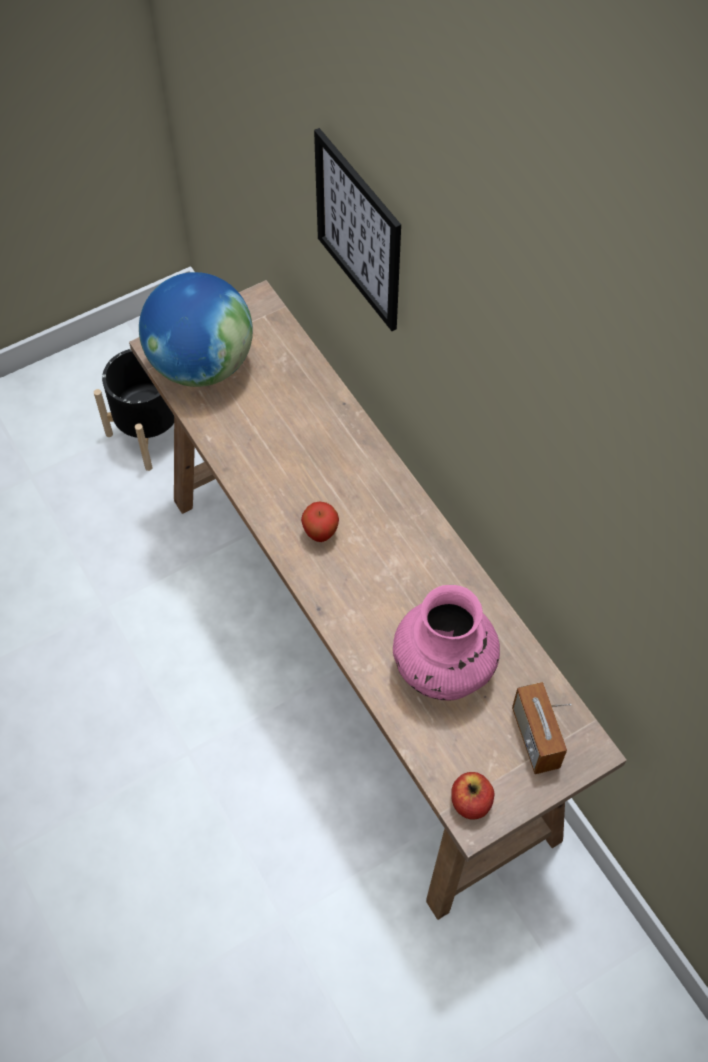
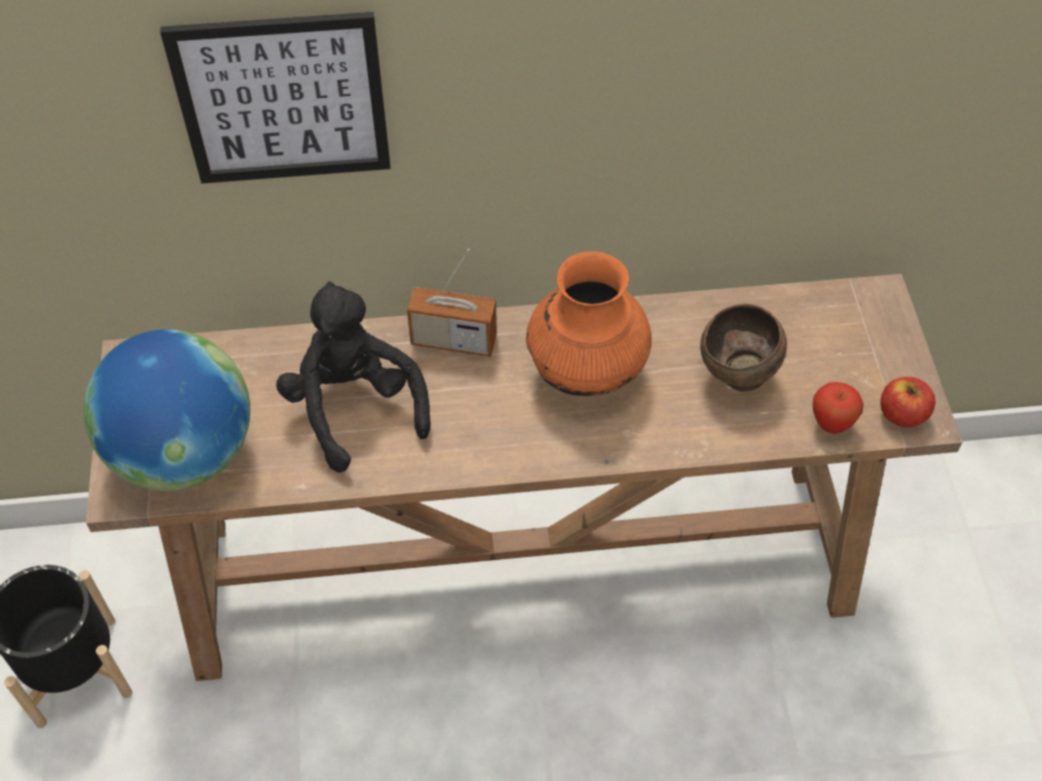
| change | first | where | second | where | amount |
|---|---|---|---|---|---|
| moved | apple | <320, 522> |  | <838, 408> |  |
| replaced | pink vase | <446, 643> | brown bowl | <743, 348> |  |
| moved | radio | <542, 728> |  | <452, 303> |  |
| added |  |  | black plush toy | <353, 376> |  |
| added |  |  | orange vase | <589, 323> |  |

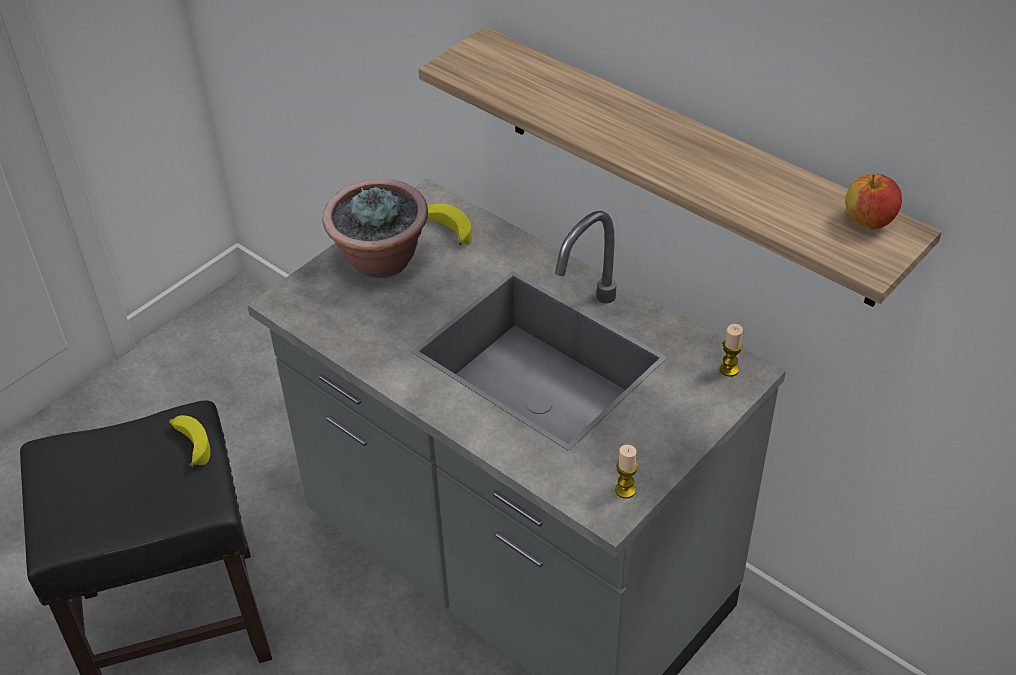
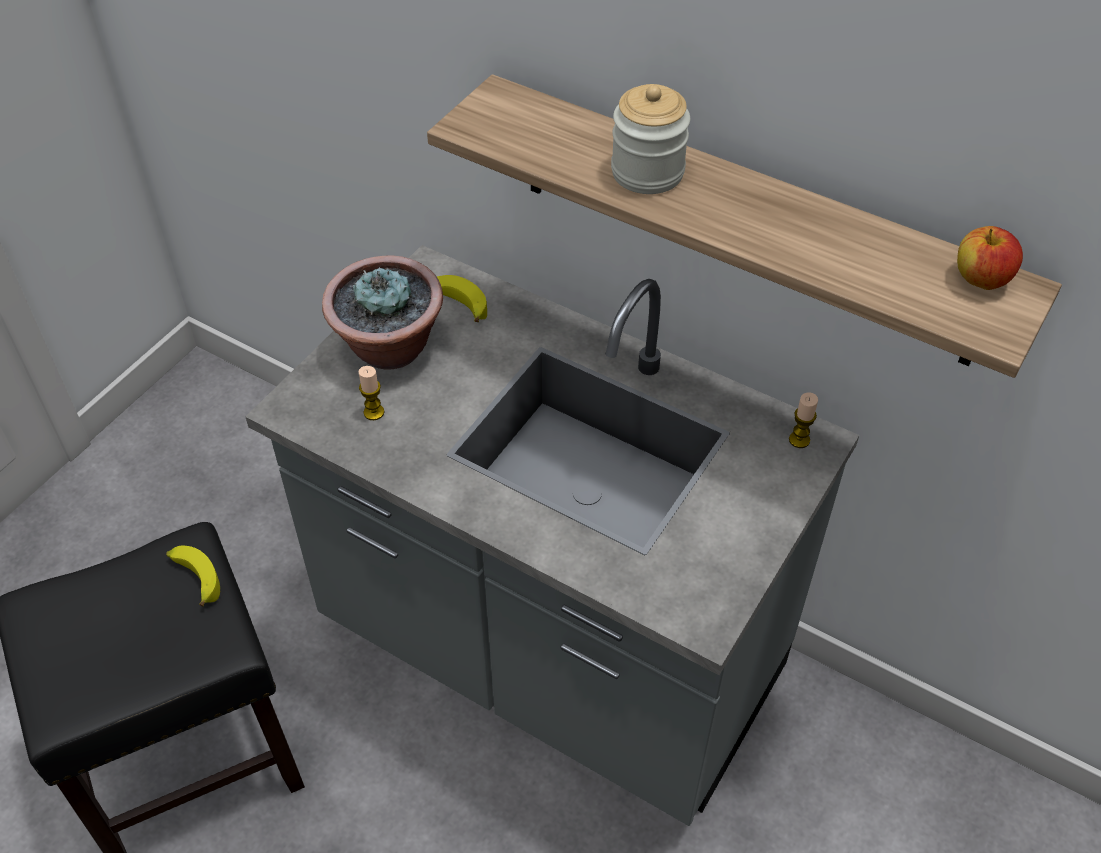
| change | first | where | second | where | amount |
|---|---|---|---|---|---|
| moved | candle | <626, 472> |  | <371, 393> |  |
| added |  |  | jar | <650, 139> |  |

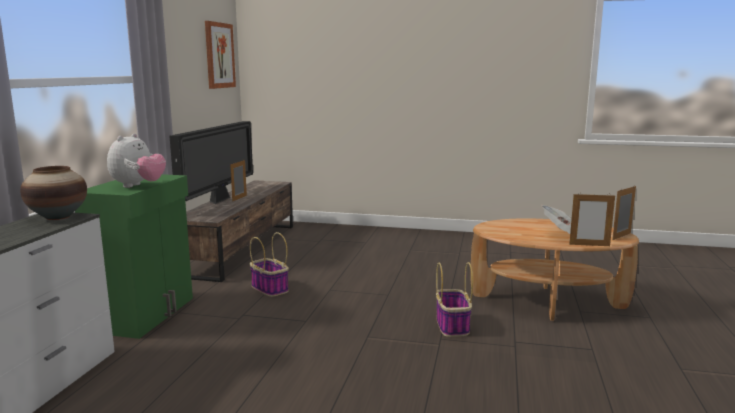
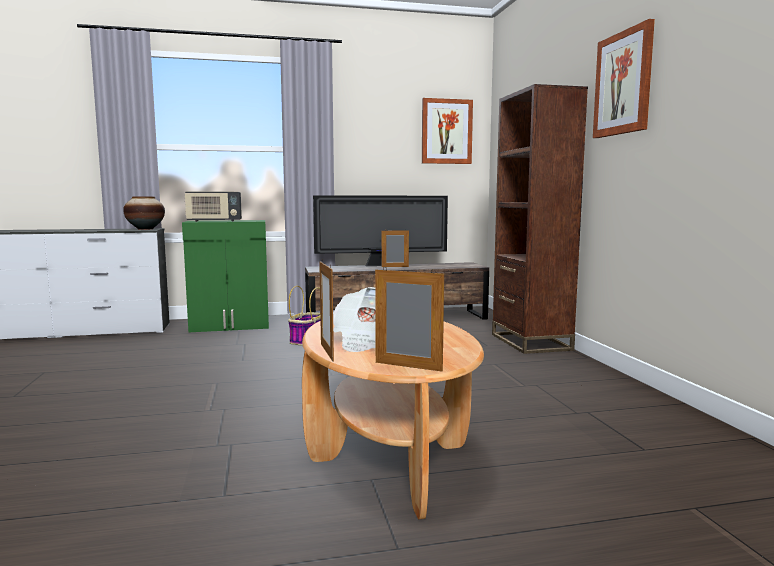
| change | first | where | second | where | amount |
|---|---|---|---|---|---|
| replaced | plush toy | <136, 160> | radio | <213, 207> |  |
| removed | basket | <454, 299> |  |  |  |
| added |  |  | brown bookcase | <540, 219> |  |
| added |  |  | picture | <624, 78> |  |

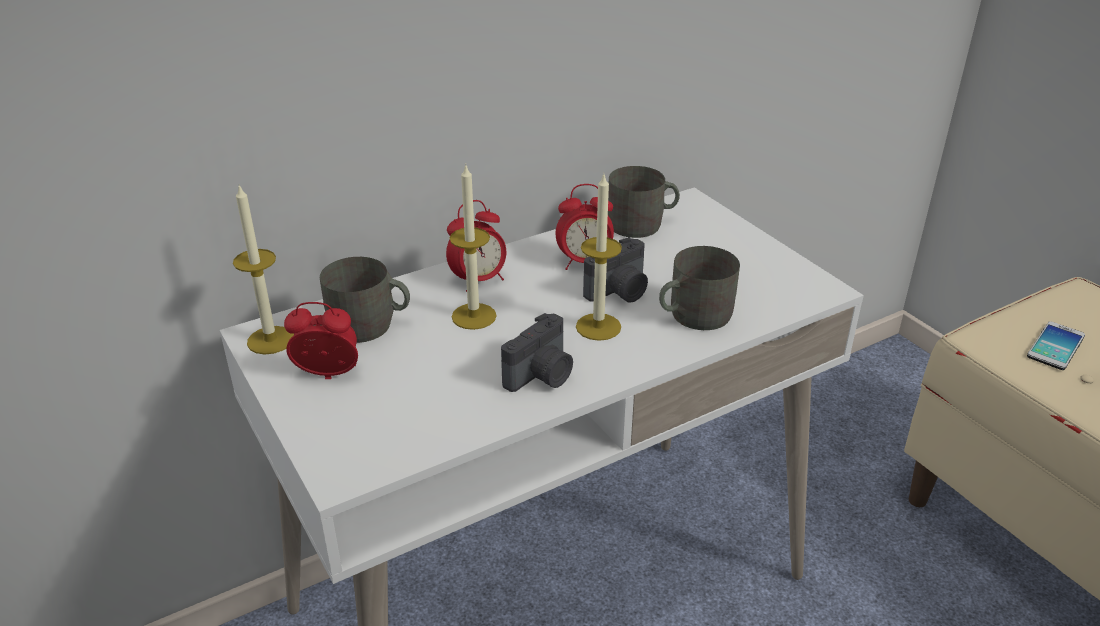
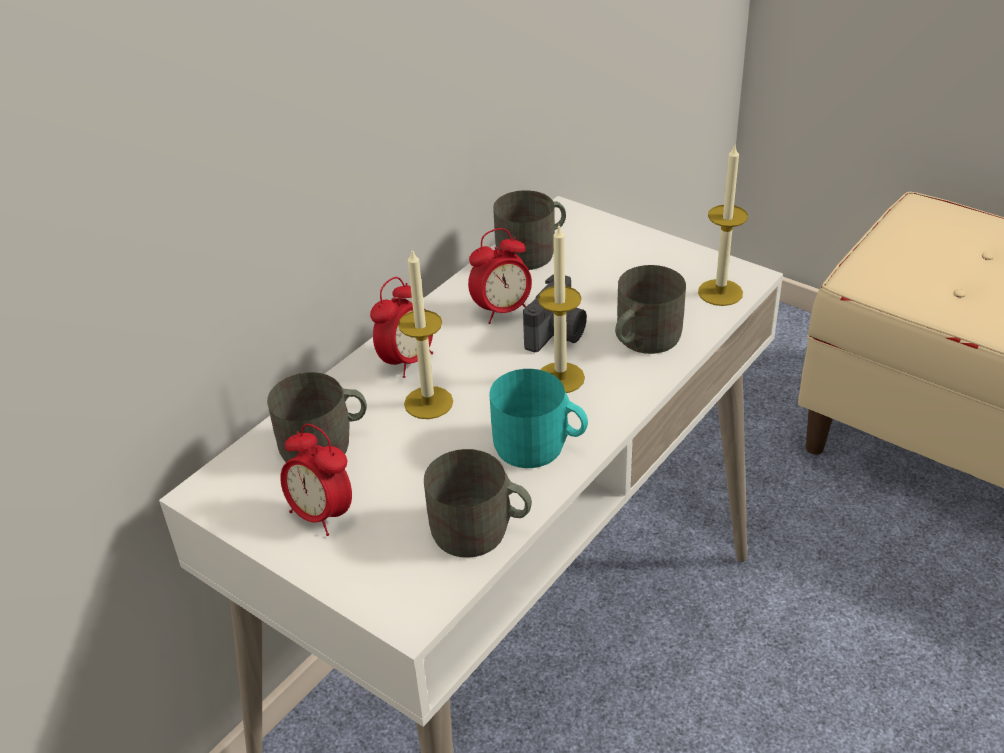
| change | first | where | second | where | amount |
|---|---|---|---|---|---|
| moved | candle | <263, 269> |  | <723, 225> |  |
| turned | alarm clock | <321, 340> |  | <316, 480> | 120 degrees counterclockwise |
| replaced | photo camera | <537, 352> | turquoise mug | <538, 418> |  |
| removed | phone | <1056, 345> |  |  |  |
| added |  |  | grey mug | <478, 503> |  |

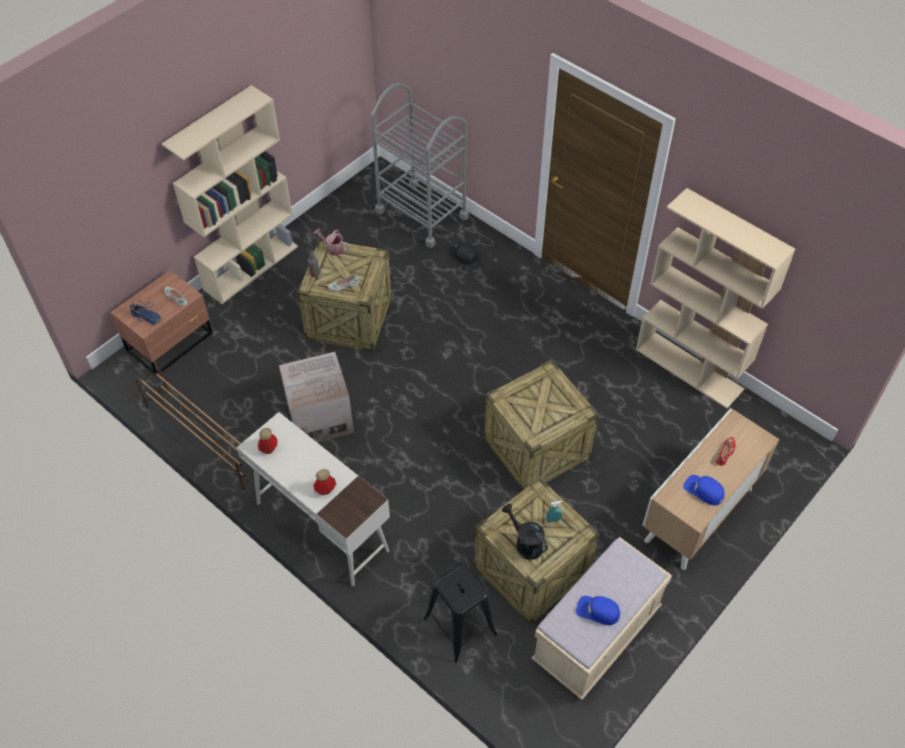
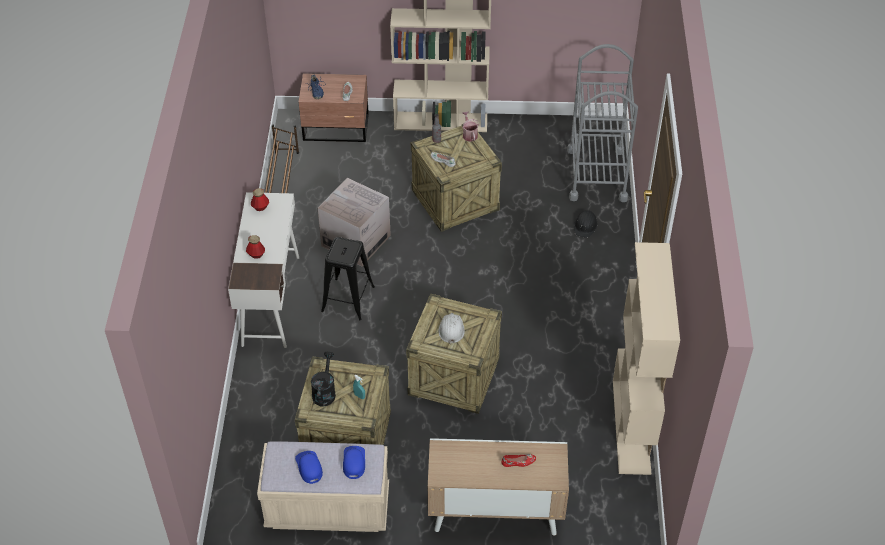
| change | first | where | second | where | amount |
|---|---|---|---|---|---|
| moved | black stool | <460, 613> |  | <348, 278> |  |
| moved | blue cap | <703, 490> |  | <354, 462> |  |
| added |  |  | white hard hat | <452, 329> |  |

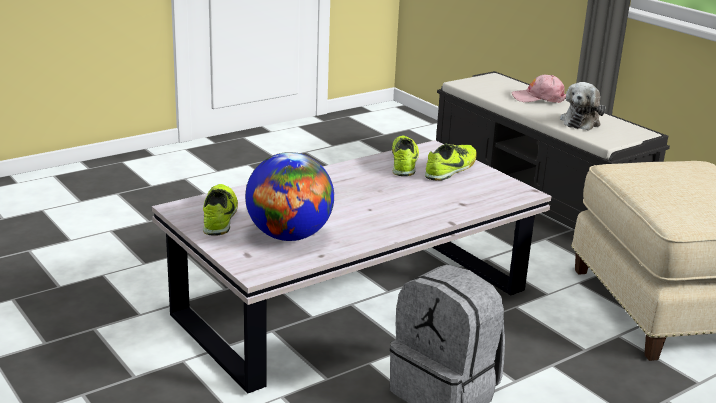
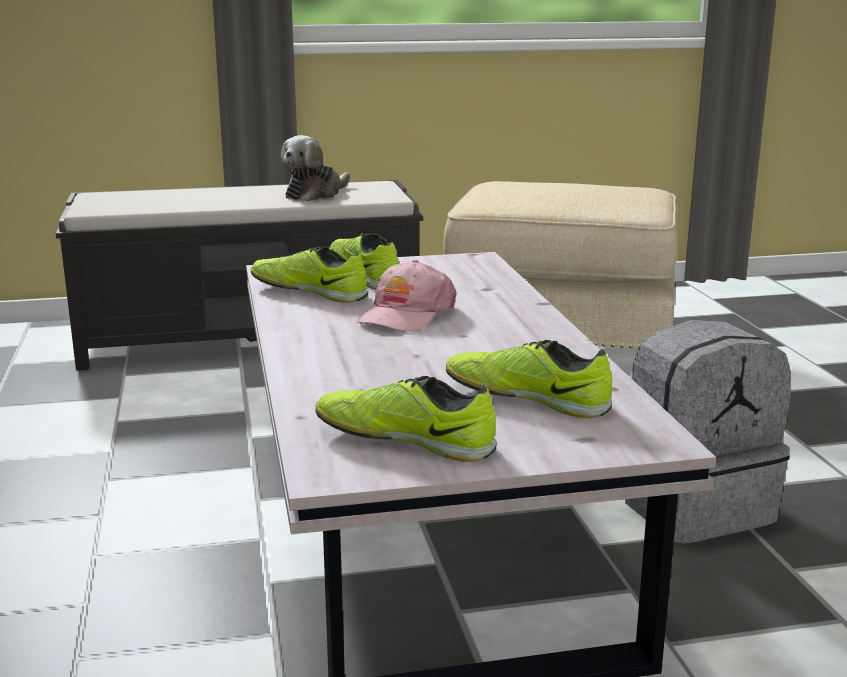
| change | first | where | second | where | amount |
|---|---|---|---|---|---|
| replaced | globe | <289, 196> | shoe | <529, 379> |  |
| moved | pink cap | <539, 89> |  | <407, 296> |  |
| turned | plush toy | <583, 106> |  | <315, 168> | 75 degrees clockwise |

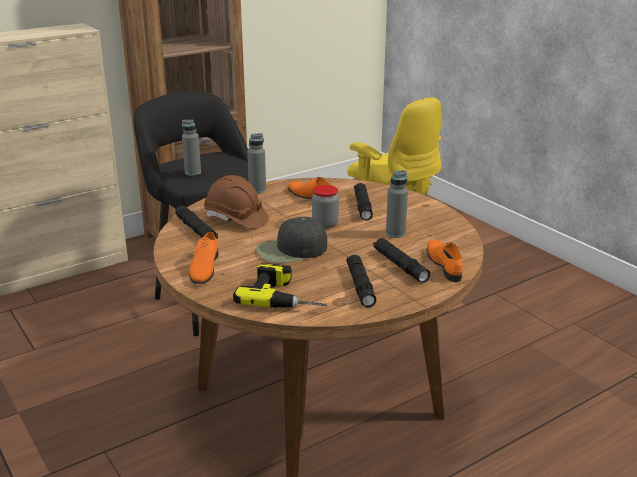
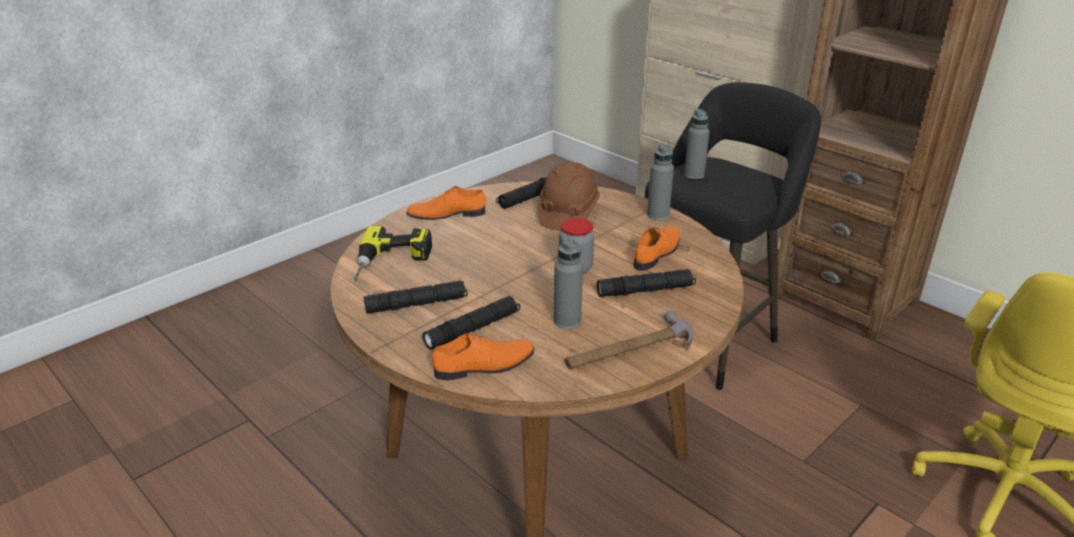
| change | first | where | second | where | amount |
|---|---|---|---|---|---|
| removed | black cap | <291, 240> |  |  |  |
| added |  |  | hammer | <629, 340> |  |

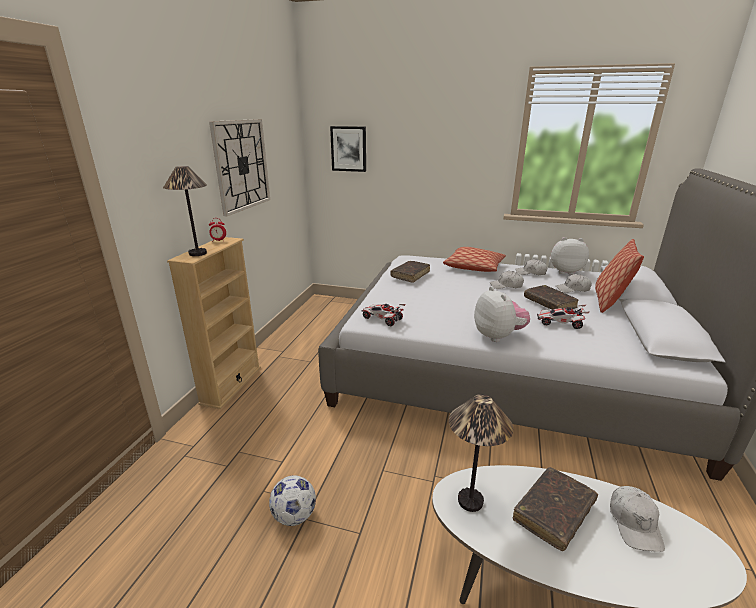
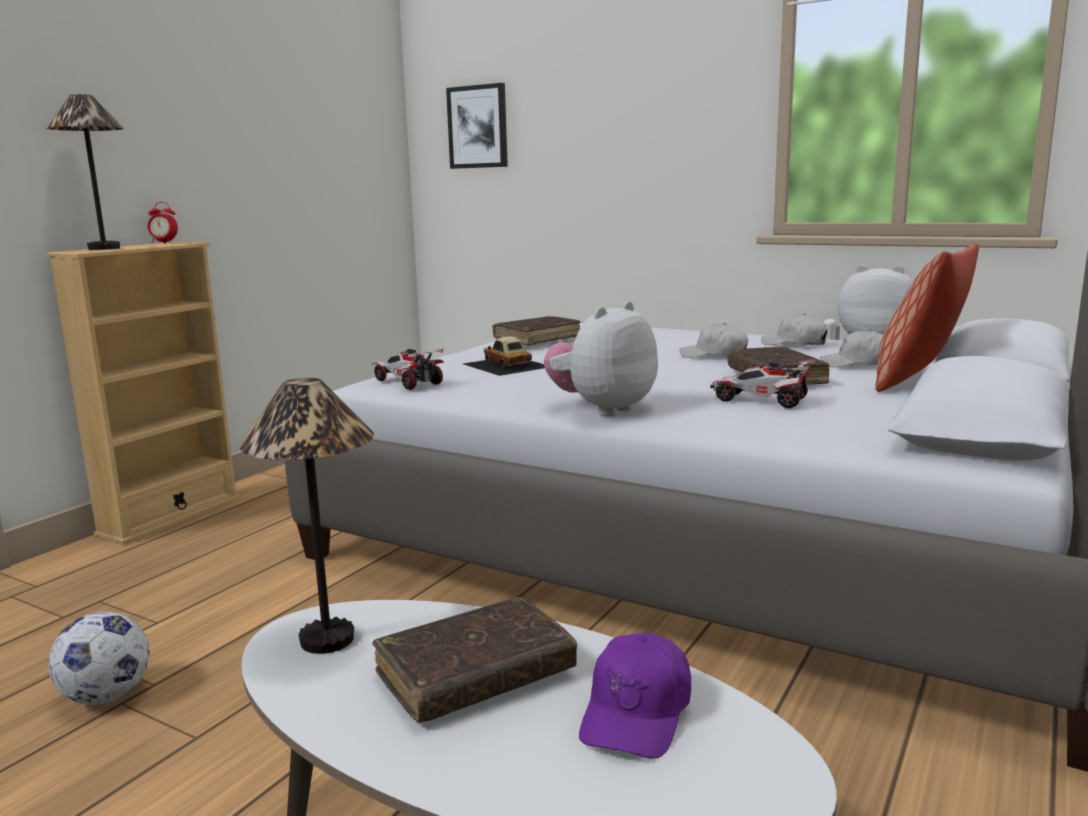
| change | first | where | second | where | amount |
|---|---|---|---|---|---|
| removed | wall clock | <239, 167> |  |  |  |
| removed | pillow | <474, 259> |  |  |  |
| turned | plush toy | <502, 314> |  | <601, 358> | 135 degrees counterclockwise |
| recoloured | white cap | <637, 519> | purple cap | <635, 696> |  |
| added |  |  | toy car | <504, 356> |  |

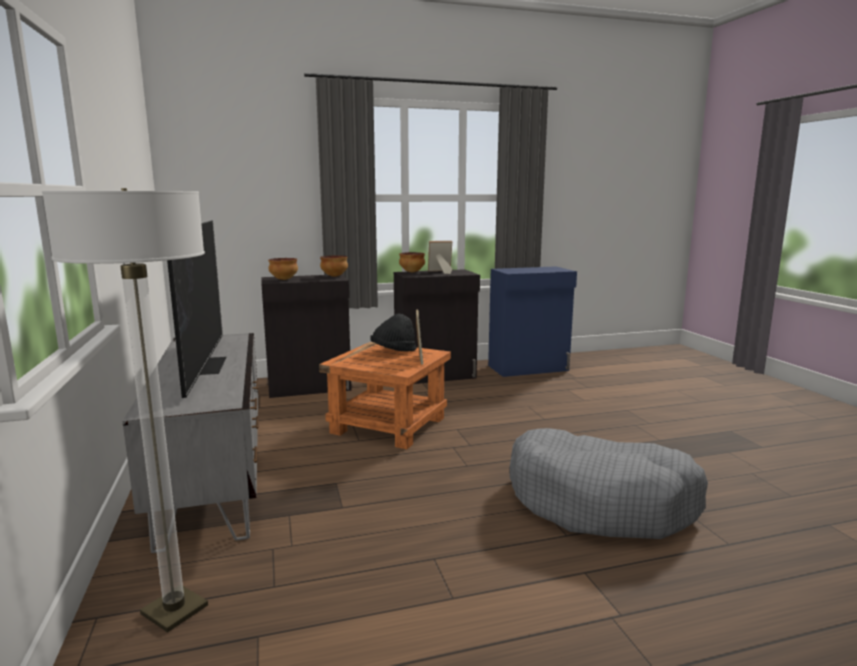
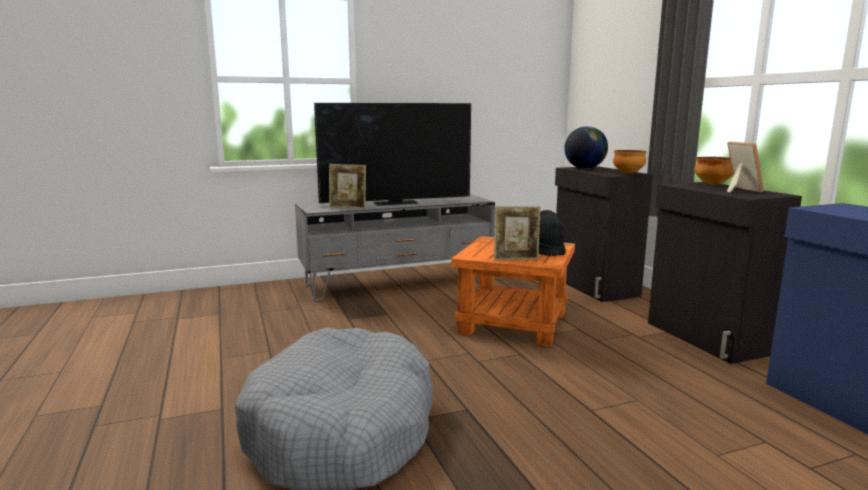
| change | first | where | second | where | amount |
|---|---|---|---|---|---|
| removed | floor lamp | <125, 410> |  |  |  |
| replaced | bowl | <283, 269> | globe | <586, 147> |  |
| added |  |  | picture frame | <347, 186> |  |

